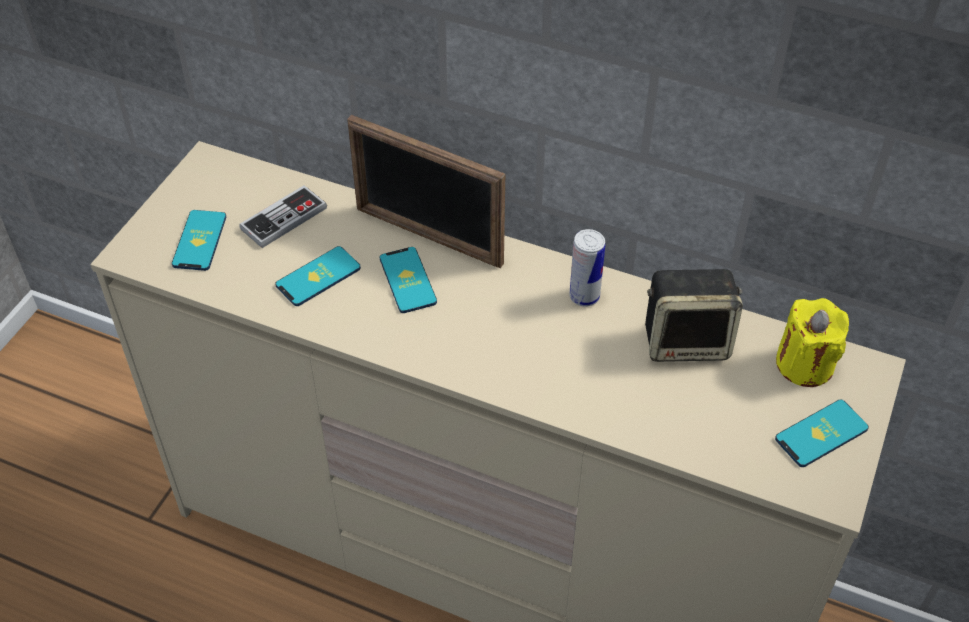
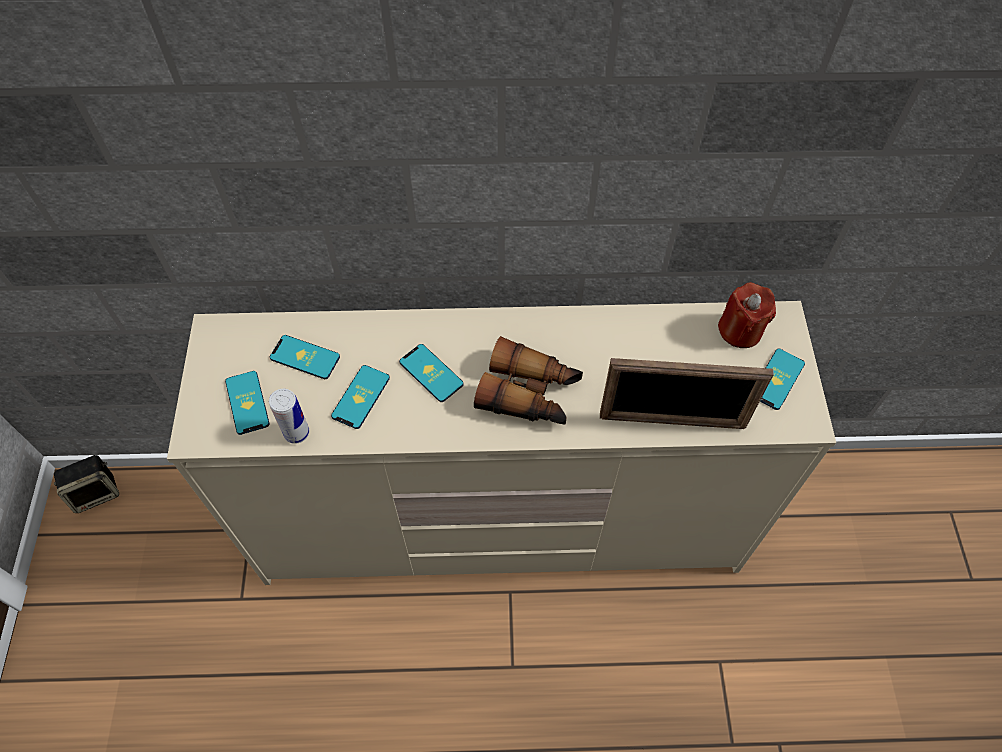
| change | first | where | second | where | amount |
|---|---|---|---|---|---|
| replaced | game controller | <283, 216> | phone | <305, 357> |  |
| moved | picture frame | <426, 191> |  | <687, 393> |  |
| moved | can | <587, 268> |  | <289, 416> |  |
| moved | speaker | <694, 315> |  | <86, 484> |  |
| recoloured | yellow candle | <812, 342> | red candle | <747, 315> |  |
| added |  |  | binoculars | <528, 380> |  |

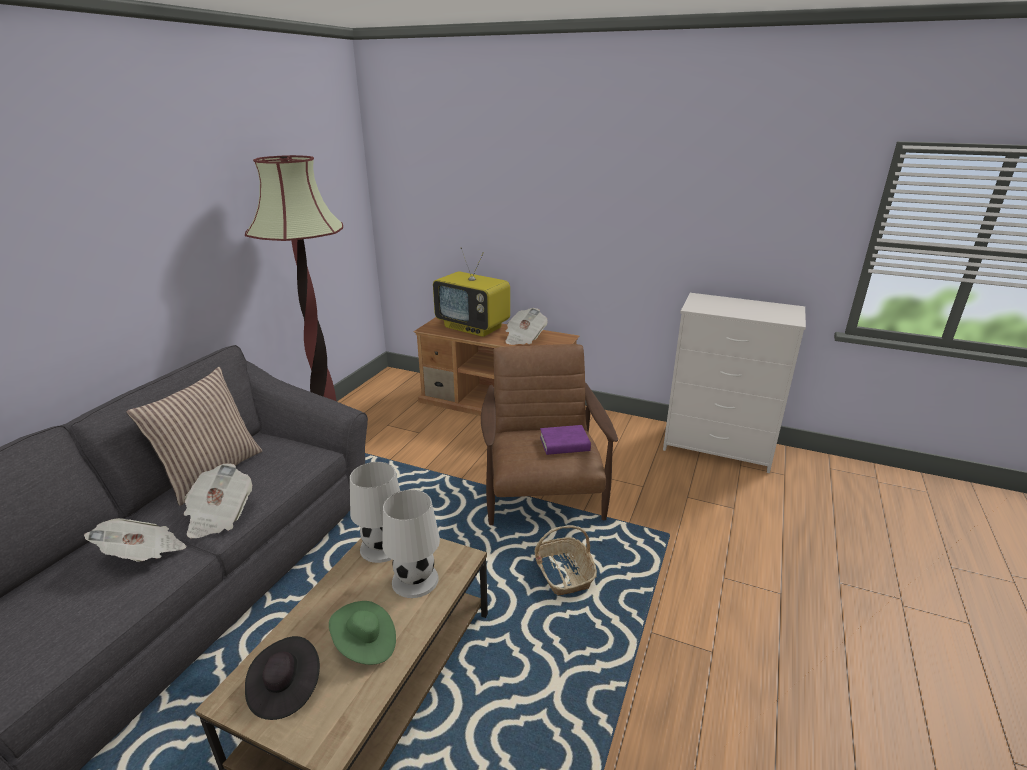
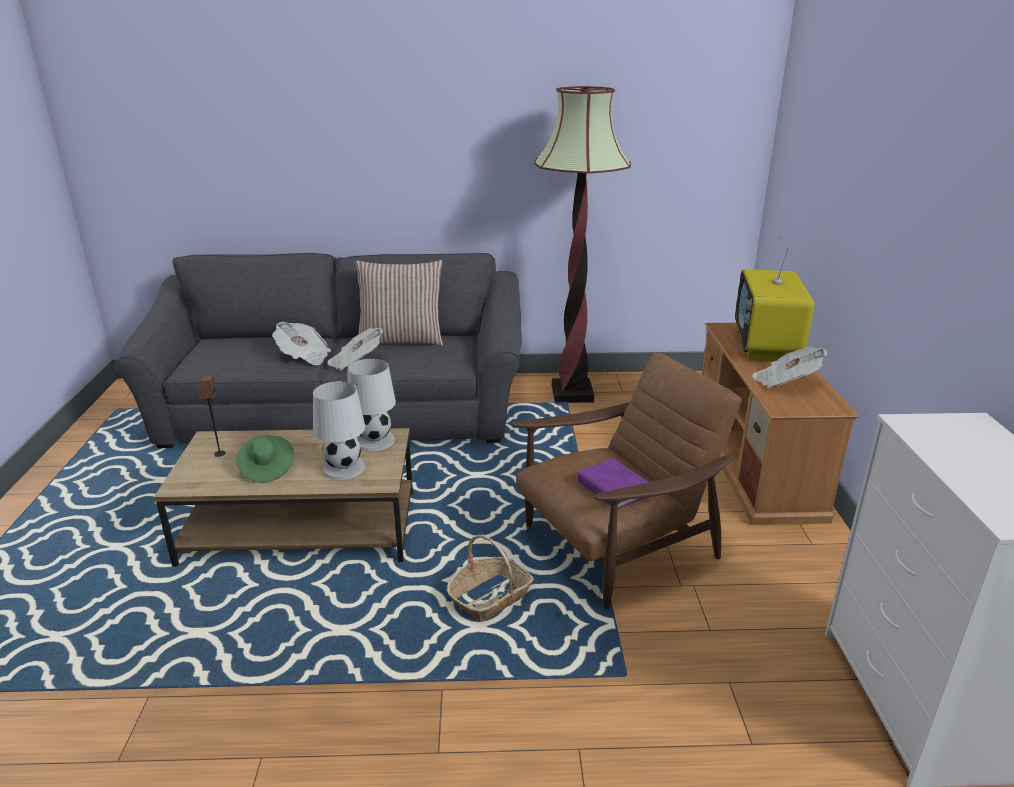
| change | first | where | second | where | amount |
|---|---|---|---|---|---|
| replaced | black hat | <282, 678> | speaker | <211, 416> |  |

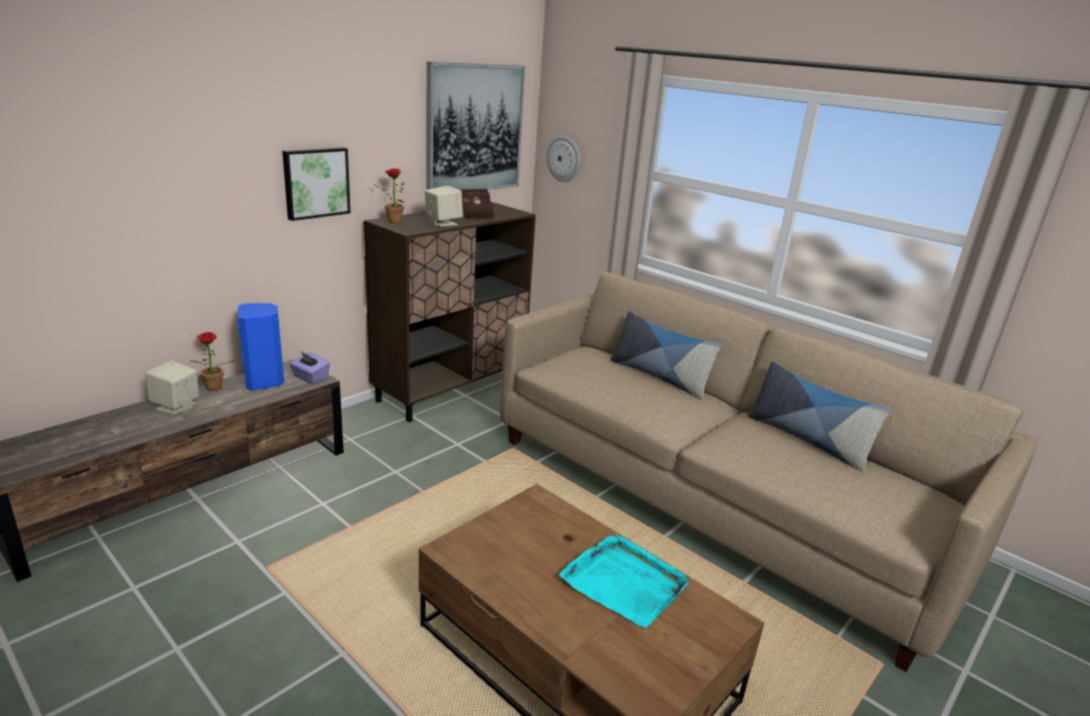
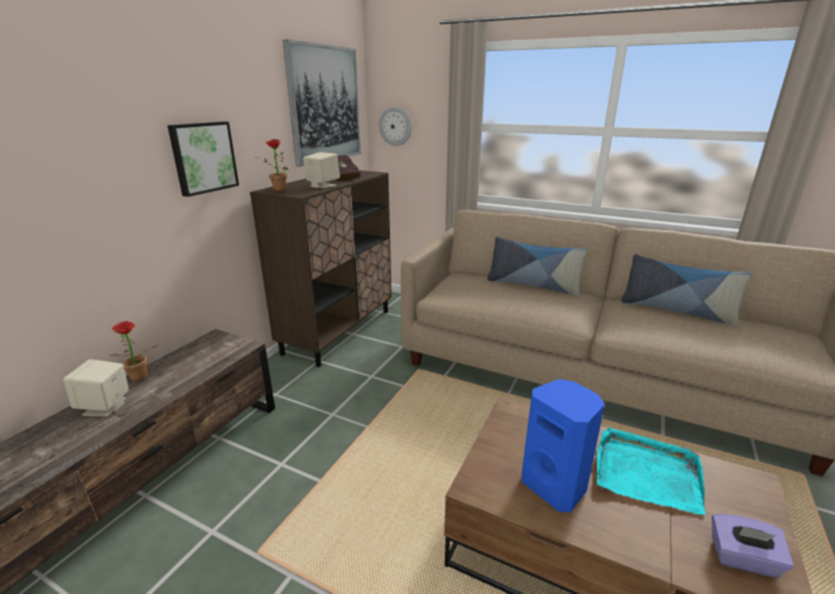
| change | first | where | second | where | amount |
|---|---|---|---|---|---|
| moved | blue speaker | <261, 347> |  | <563, 445> |  |
| moved | purple tissue box | <309, 368> |  | <753, 545> |  |

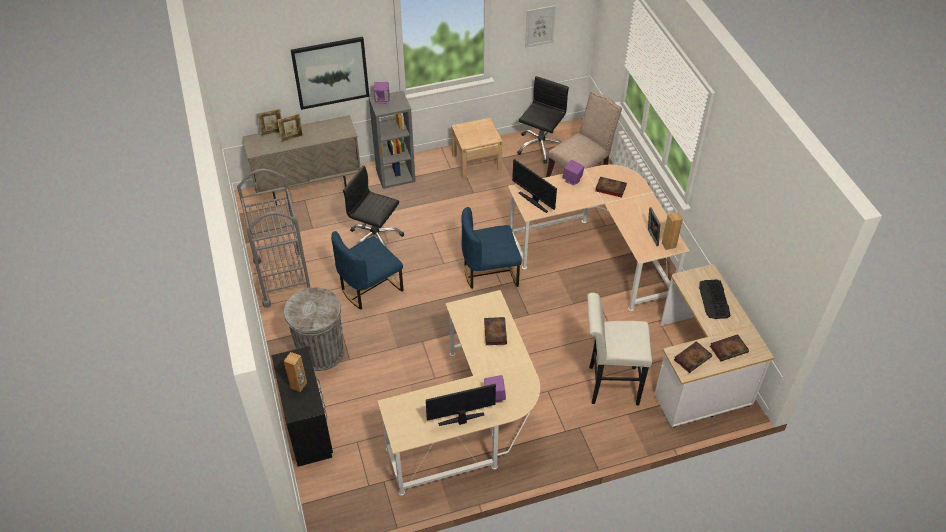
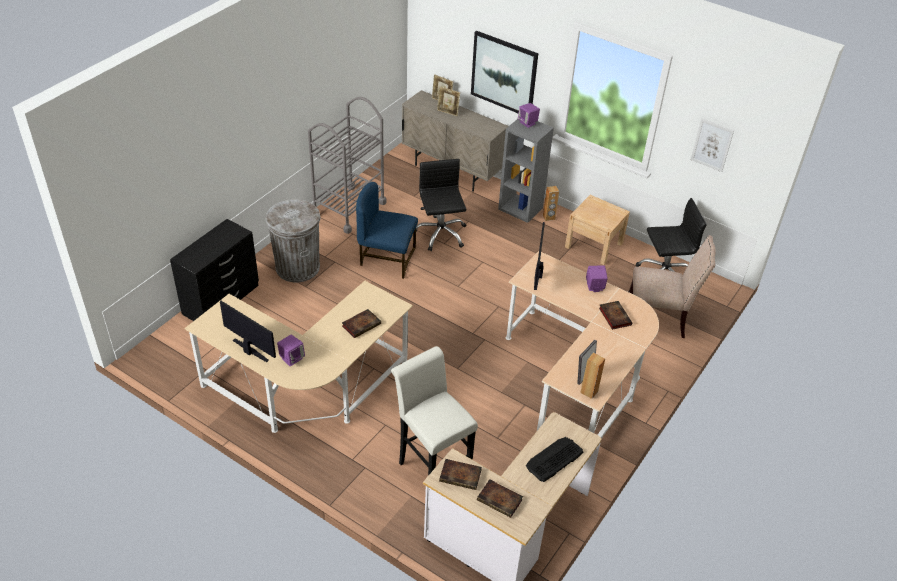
| change | first | where | second | where | amount |
|---|---|---|---|---|---|
| moved | brown speaker | <295, 372> |  | <551, 203> |  |
| removed | blue chair | <491, 248> |  |  |  |

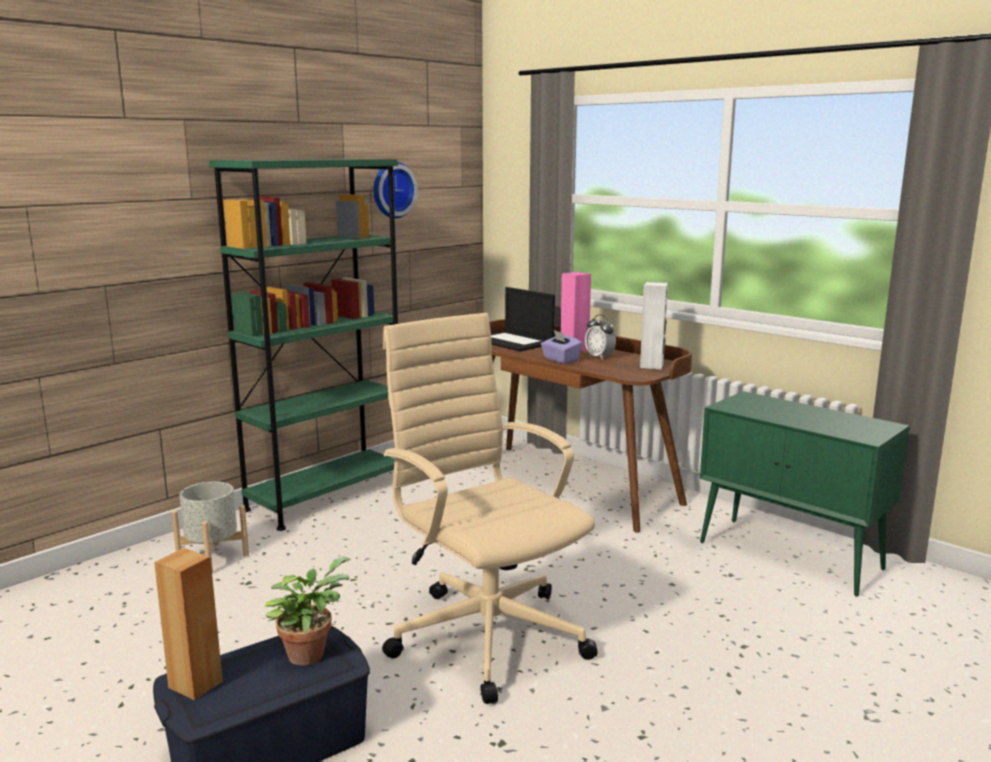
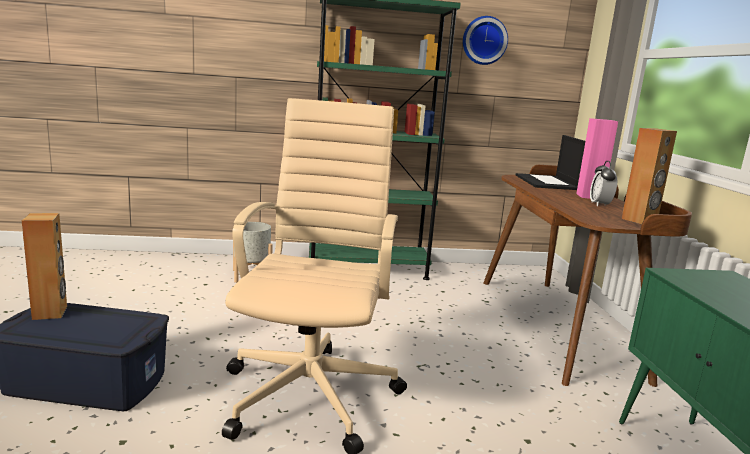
| change | first | where | second | where | amount |
|---|---|---|---|---|---|
| removed | potted plant | <307, 611> |  |  |  |
| removed | purple tissue box | <561, 347> |  |  |  |
| recoloured | white speaker | <654, 325> | brown speaker | <649, 176> |  |

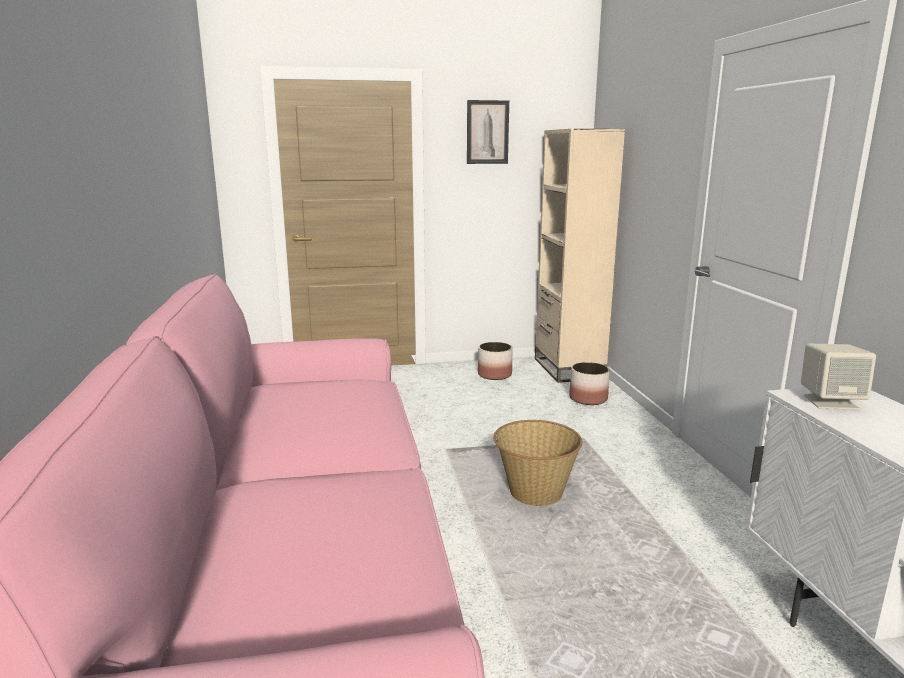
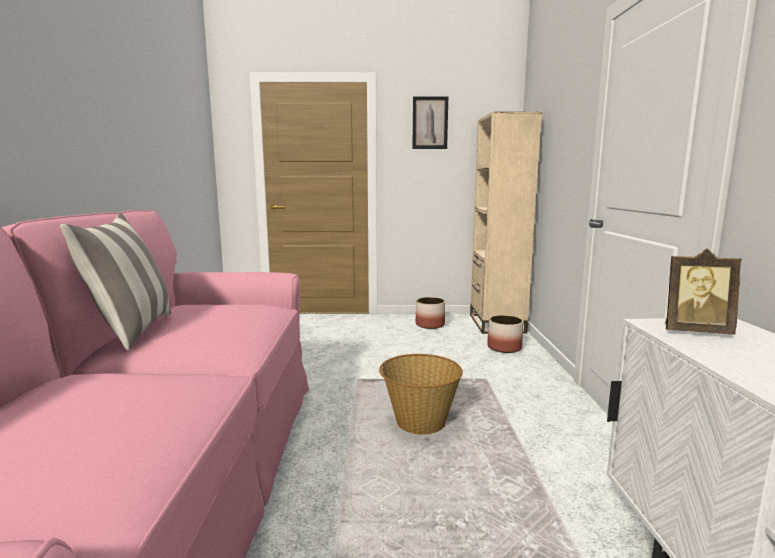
| change | first | where | second | where | amount |
|---|---|---|---|---|---|
| replaced | beige speaker | <838, 376> | picture frame | <703, 291> |  |
| added |  |  | pillow | <115, 282> |  |

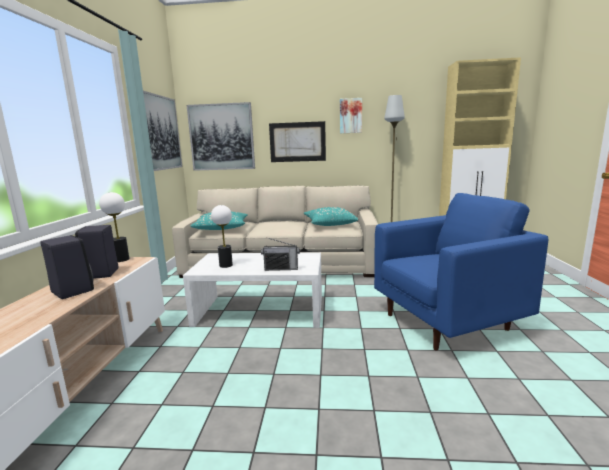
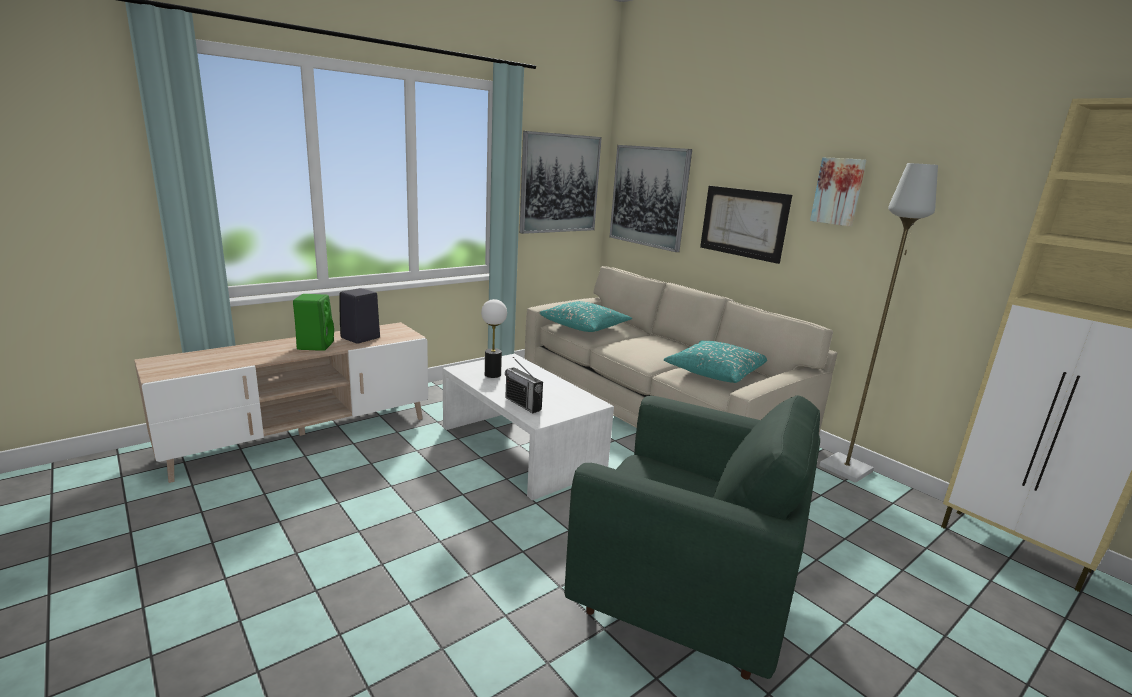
| change | first | where | second | where | amount |
|---|---|---|---|---|---|
| recoloured | black speaker | <67, 267> | green speaker | <313, 322> |  |
| removed | table lamp | <114, 227> |  |  |  |
| recoloured | blue armchair | <461, 271> | green armchair | <692, 537> |  |

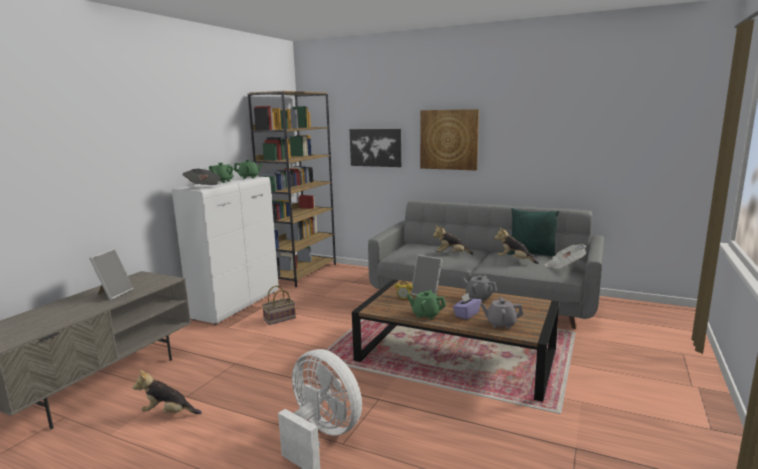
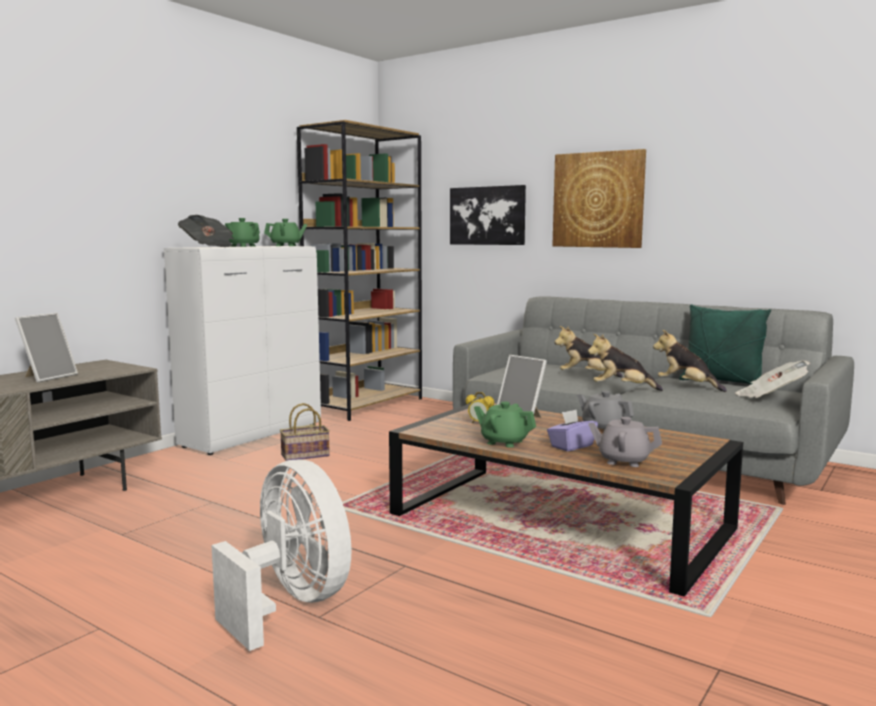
| change | first | where | second | where | amount |
|---|---|---|---|---|---|
| moved | plush toy | <167, 392> |  | <625, 362> |  |

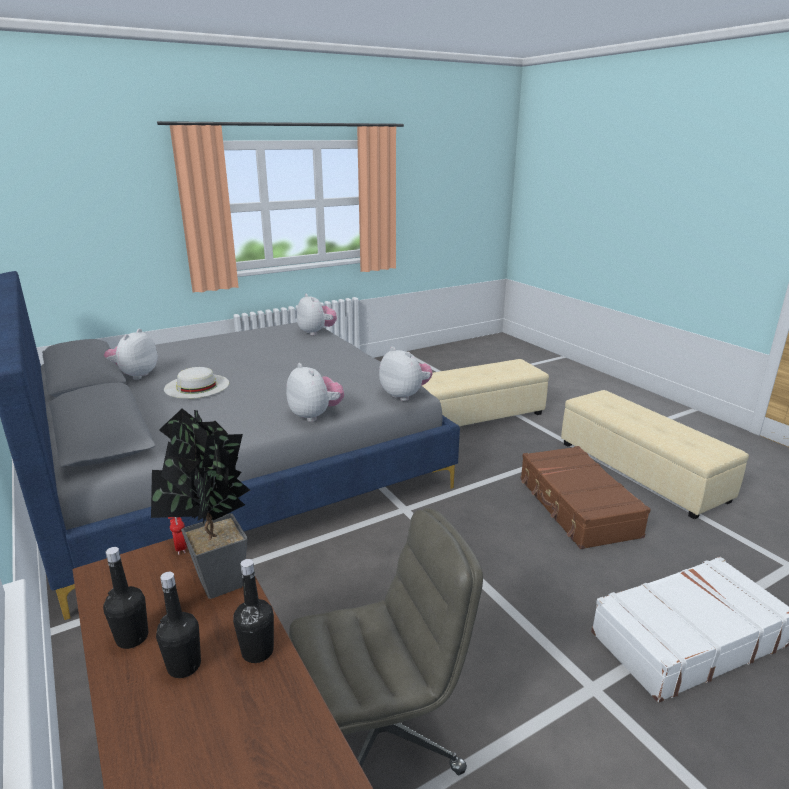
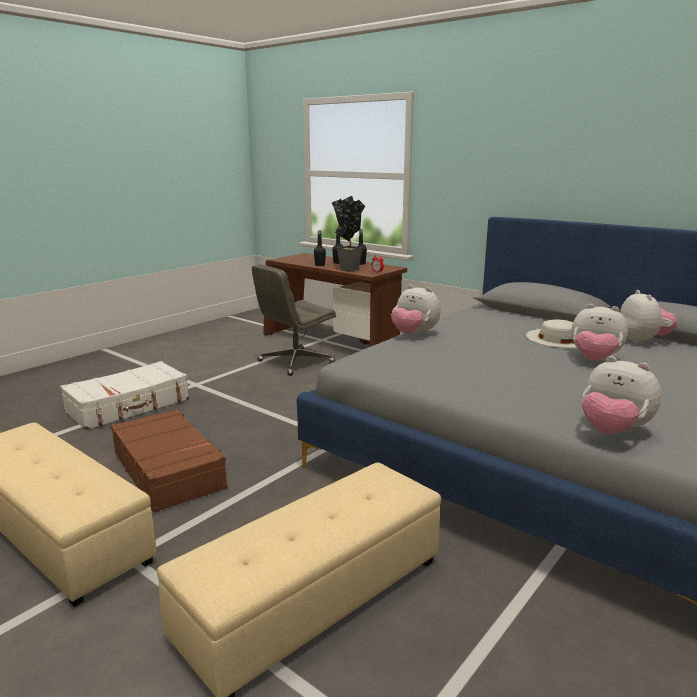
| change | first | where | second | where | amount |
|---|---|---|---|---|---|
| moved | plush toy | <406, 374> |  | <600, 332> |  |

